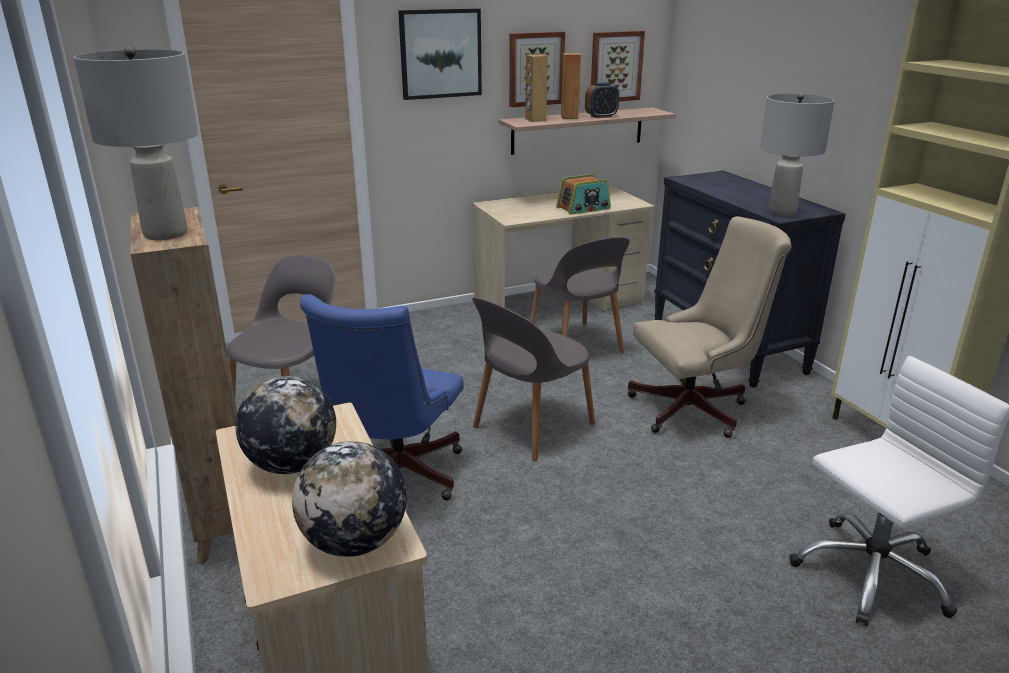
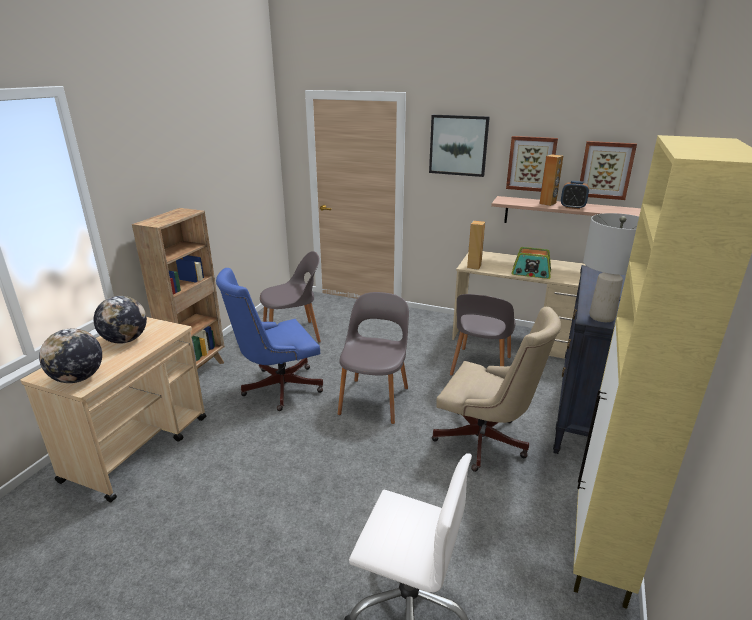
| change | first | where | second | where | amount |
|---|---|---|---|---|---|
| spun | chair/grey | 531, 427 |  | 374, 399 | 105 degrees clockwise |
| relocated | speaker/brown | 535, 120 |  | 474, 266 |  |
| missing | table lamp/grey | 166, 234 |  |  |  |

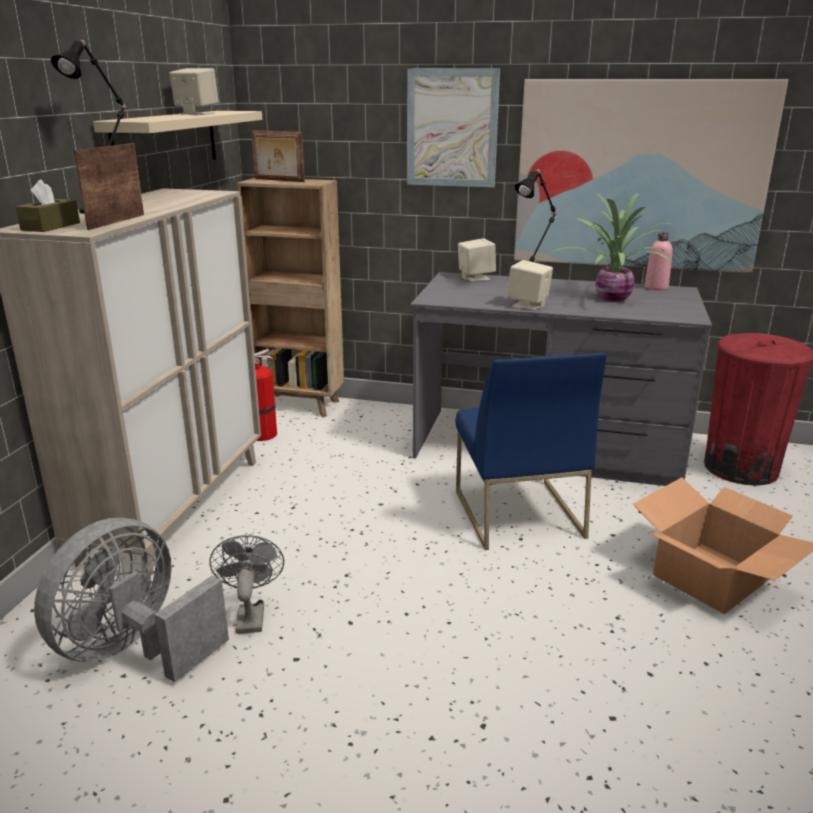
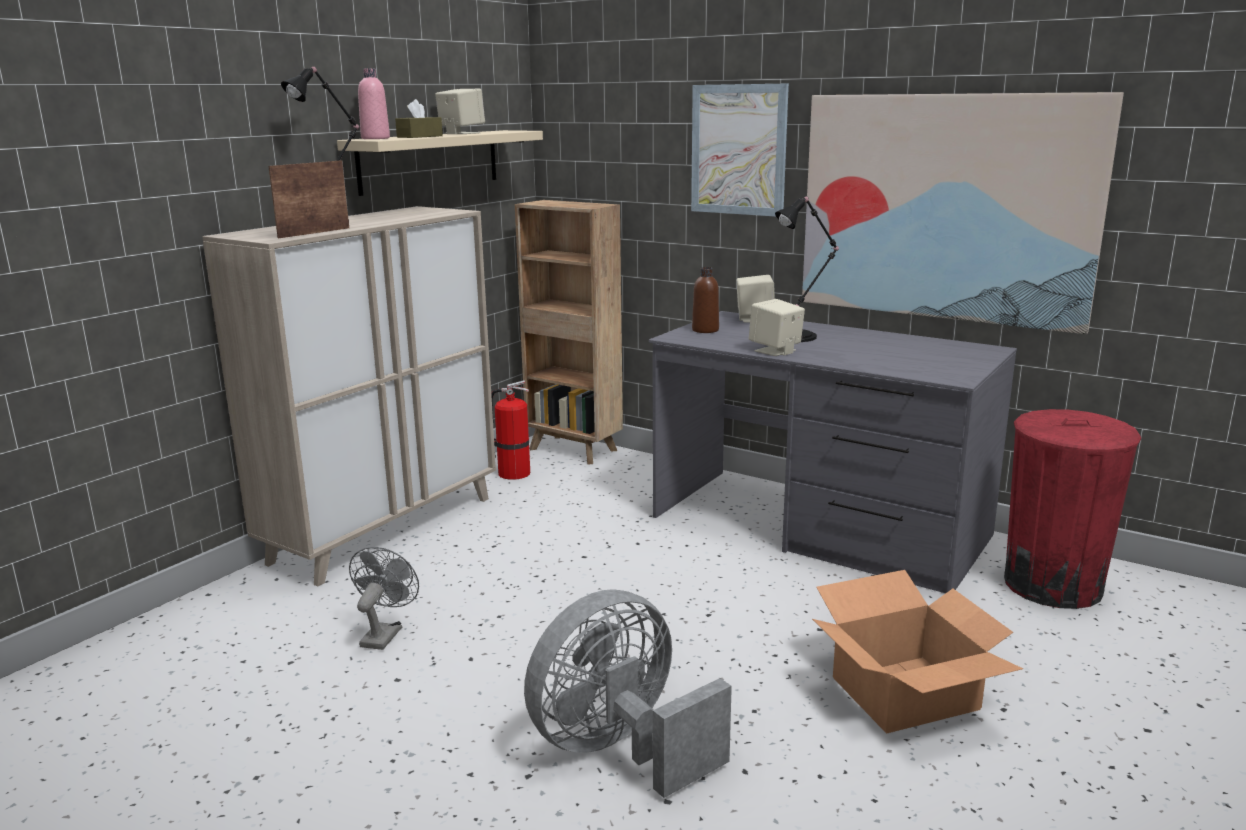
| change | first | where | second | where | amount |
|---|---|---|---|---|---|
| relocated | bottle/pink | 656, 287 |  | 375, 138 |  |
| relocated | tissue box/brown | 51, 226 |  | 420, 136 |  |
| relocated | fan/grey | 135, 649 |  | 620, 750 |  |
| appeared |  |  | bottle/brown | 705, 330 |  |
| missing | picture frame | 279, 180 |  |  |  |
| missing | chair/blue | 516, 513 |  |  |  |
| missing | potted plant | 610, 298 |  |  |  |

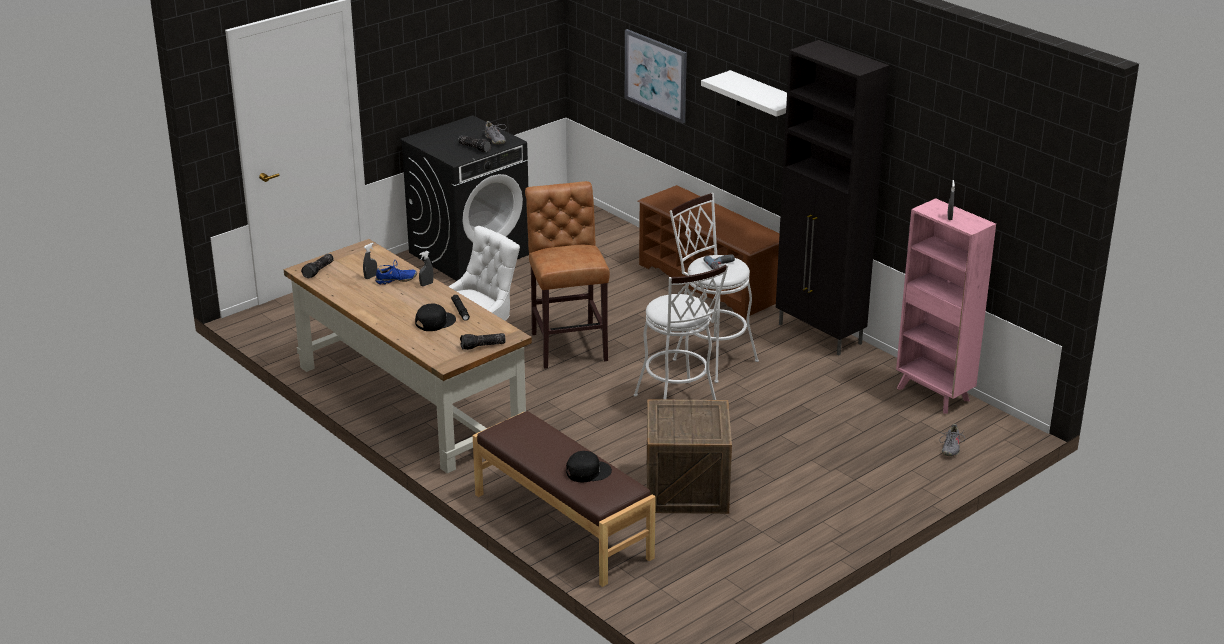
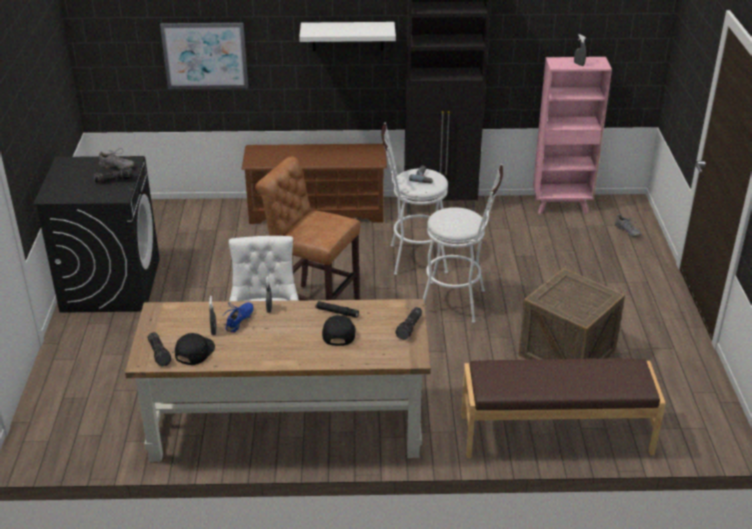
| change | first | where | second | where | amount |
|---|---|---|---|---|---|
| relocated | cap/black | 588, 471 |  | 194, 351 |  |

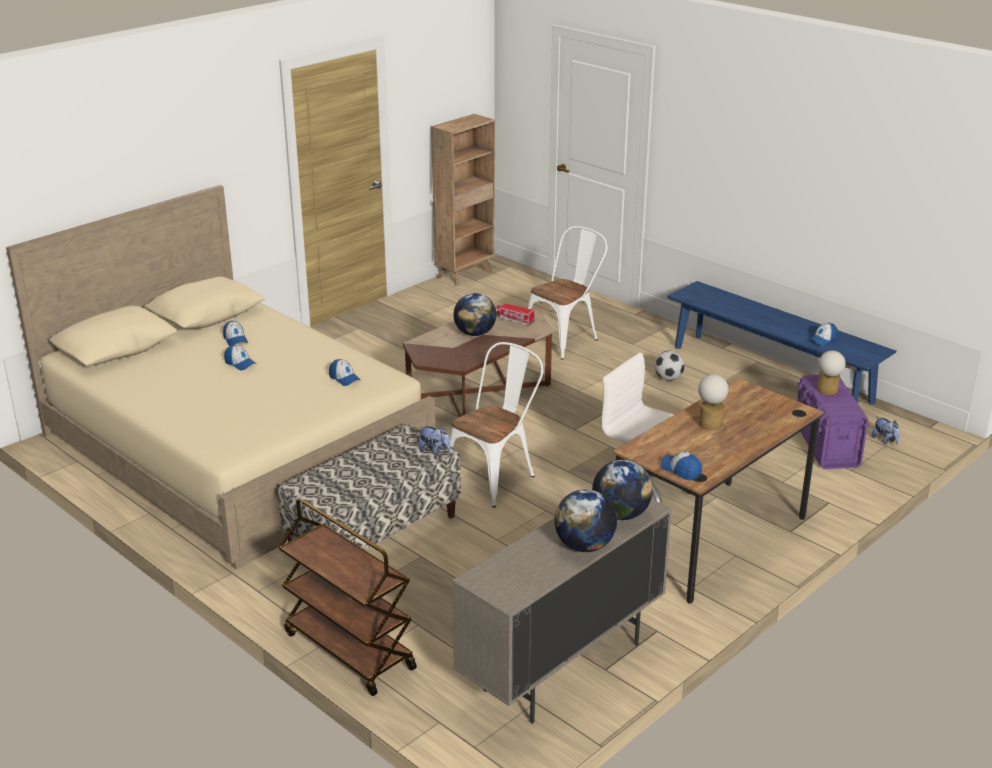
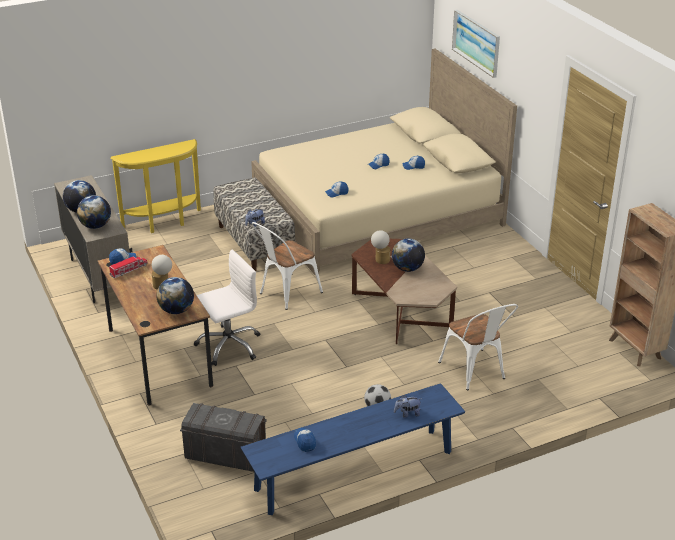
| change | first | where | second | where | amount |
|---|---|---|---|---|---|
| relocated | toy truck | 511, 319 |  | 129, 270 |  |
| exchanged | cart/brown | 348, 650 | console table/yellow | 164, 223 |  |
| appeared |  |  | globe | 176, 310 |  |
| colour | storage box/purple | 826, 445 | storage box/grey | 225, 455 |  |
| spun | chair/white | 495, 477 |  | 286, 294 | 75 degrees clockwise |
| relocated | table lamp | 827, 392 |  | 380, 259 |  |
| relocated | plush toy | 885, 440 |  | 407, 414 |  |
| appeared |  |  | picture | 476, 42 |  |

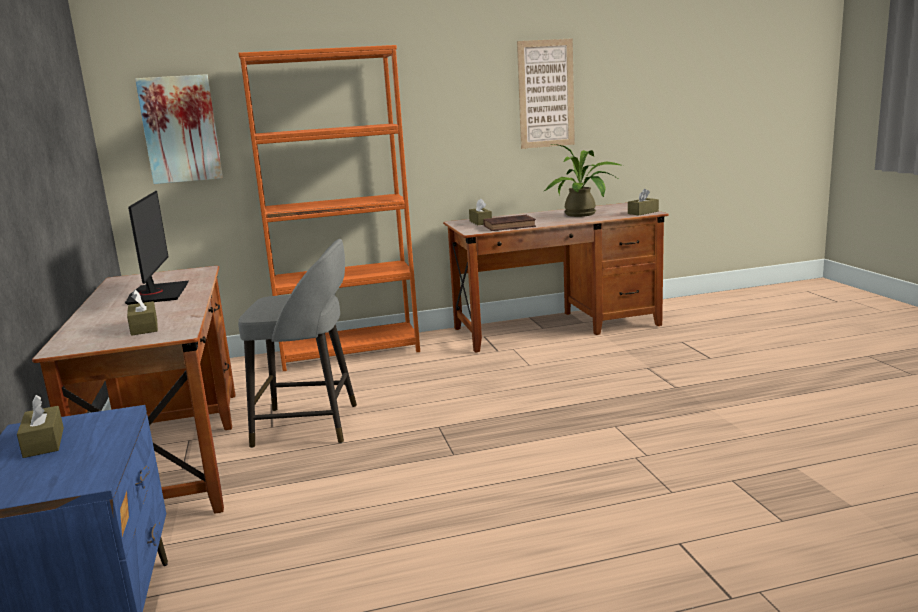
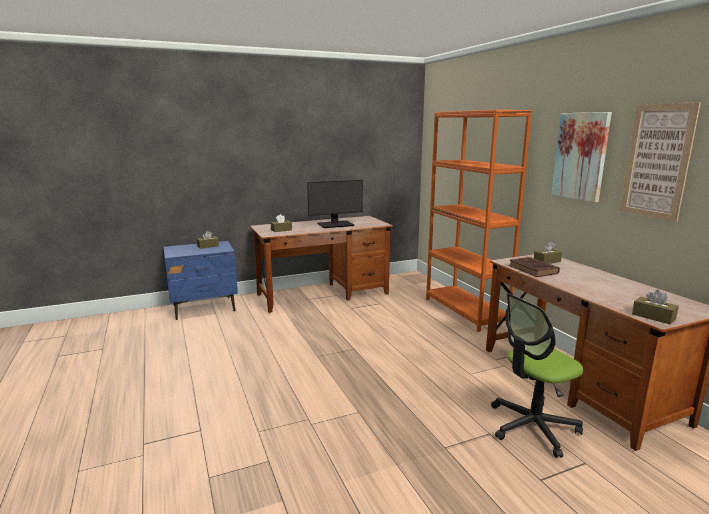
| change | first | where | second | where | amount |
|---|---|---|---|---|---|
| appeared |  |  | office chair | 532, 427 |  |
| relocated | picture | 180, 129 |  | 581, 156 |  |
| missing | stool/grey | 310, 425 |  |  |  |
| missing | potted plant | 584, 214 |  |  |  |

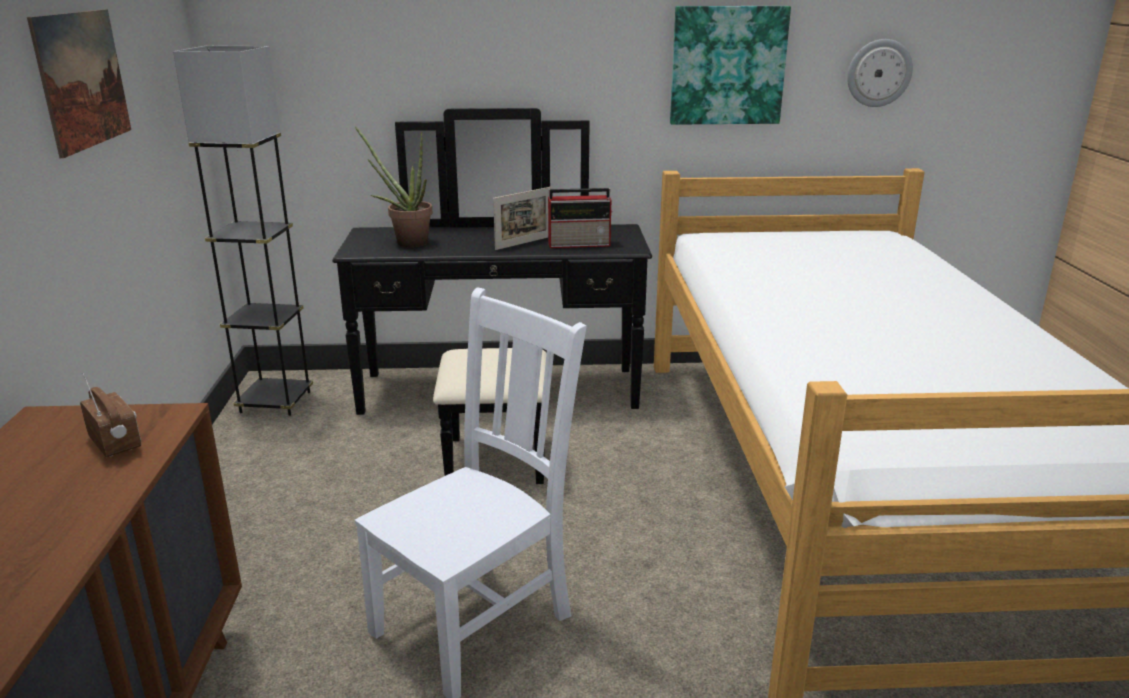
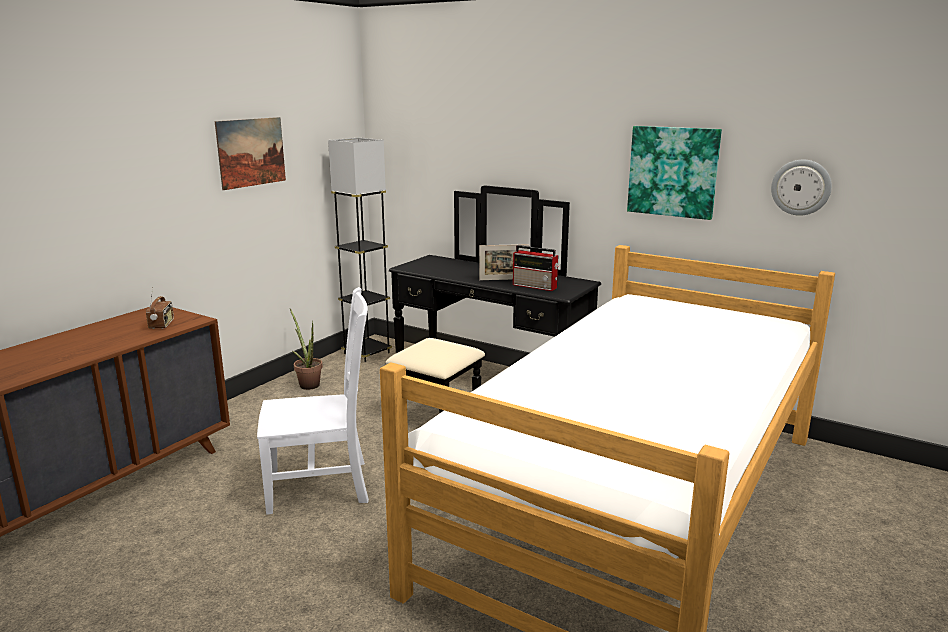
| change | first | where | second | where | amount |
|---|---|---|---|---|---|
| relocated | potted plant | 406, 242 |  | 307, 384 |  |

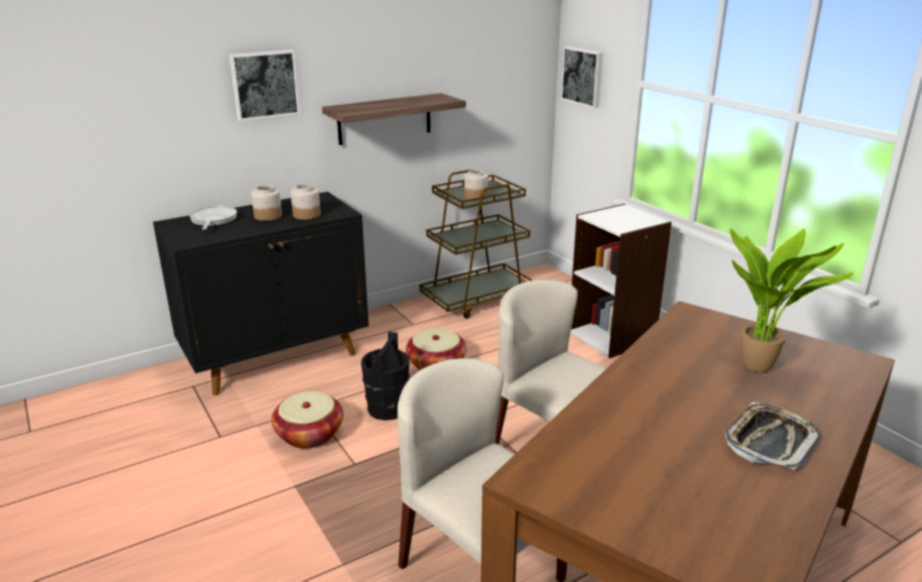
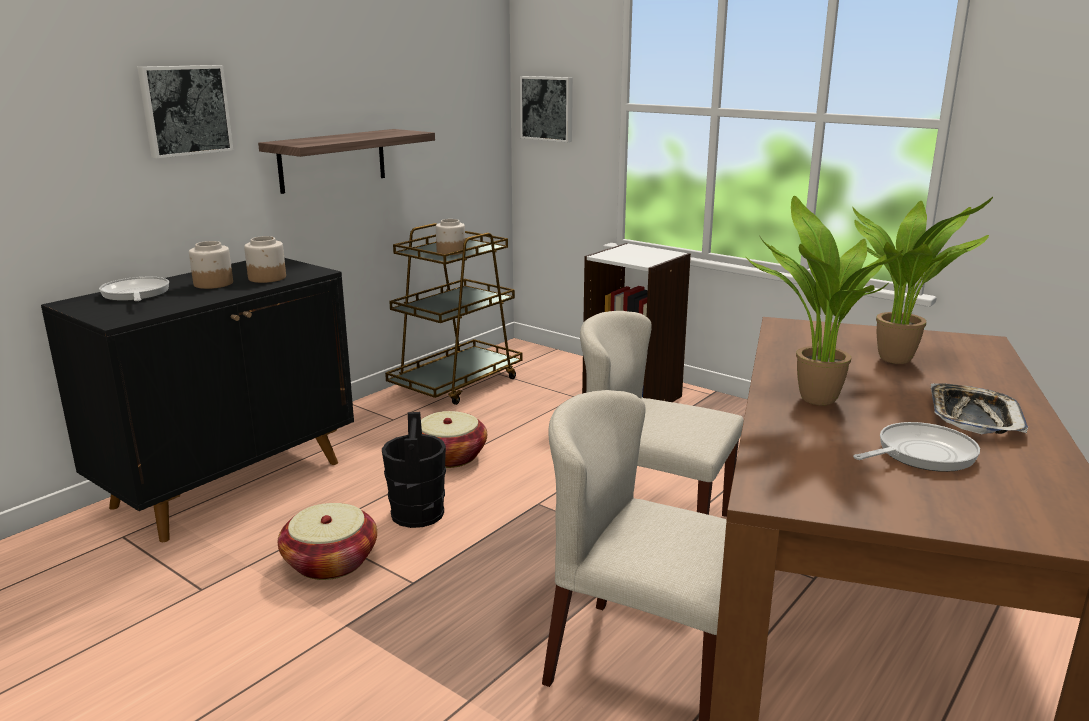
| change | first | where | second | where | amount |
|---|---|---|---|---|---|
| appeared |  |  | potted plant | 811, 400 |  |
| appeared |  |  | frying pan | 921, 454 |  |

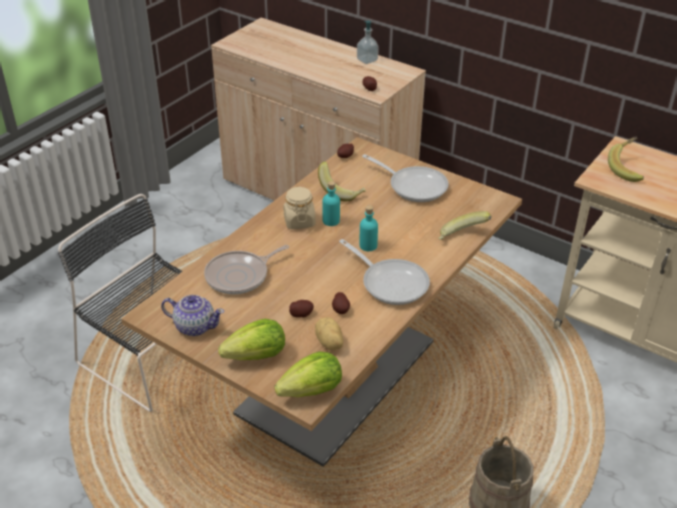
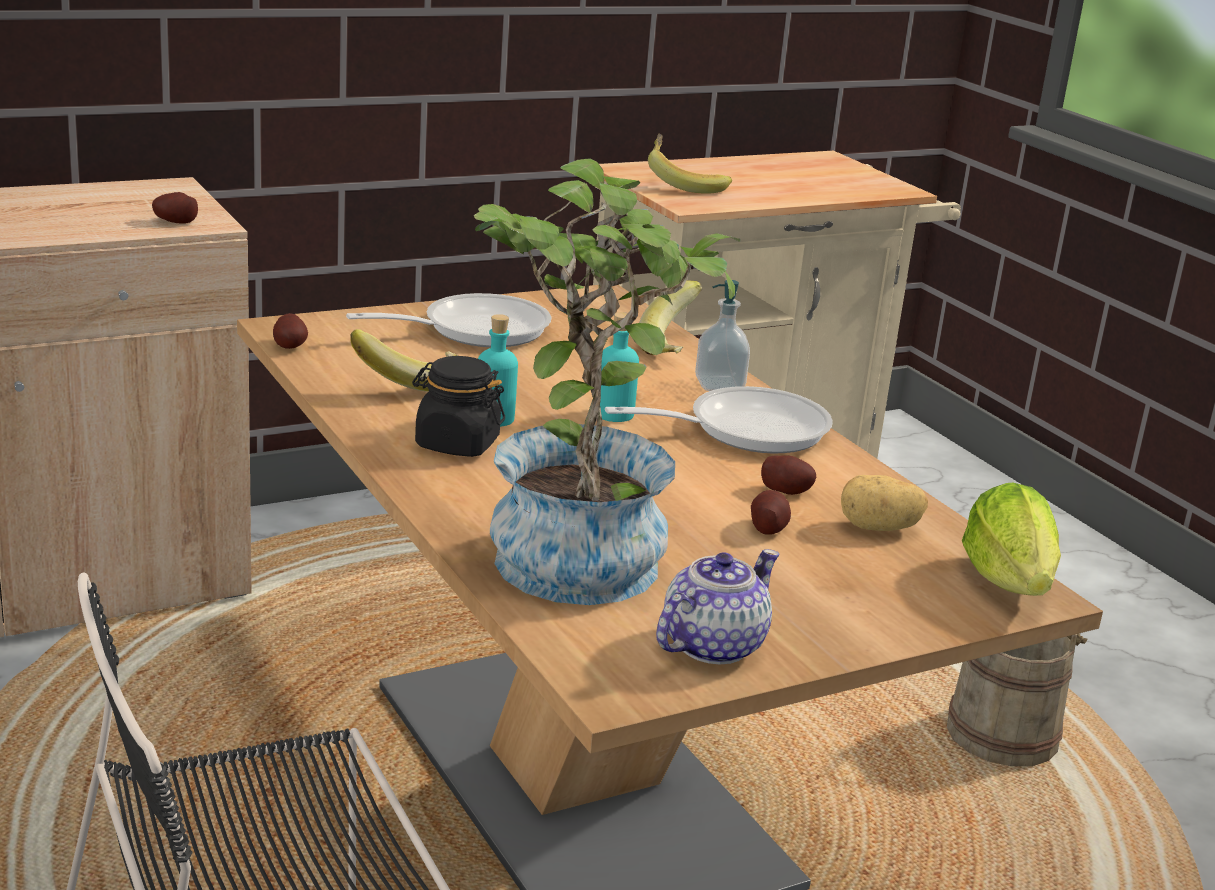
| change | first | where | second | where | amount |
|---|---|---|---|---|---|
| colour | jar/beige | 299, 221 | jar/black | 456, 444 |  |
| exchanged | frying pan | 240, 276 | potted plant | 579, 550 |  |
| relocated | soap dispenser | 367, 60 |  | 719, 385 |  |
| missing | lettuce | 257, 356 |  |  |  |

